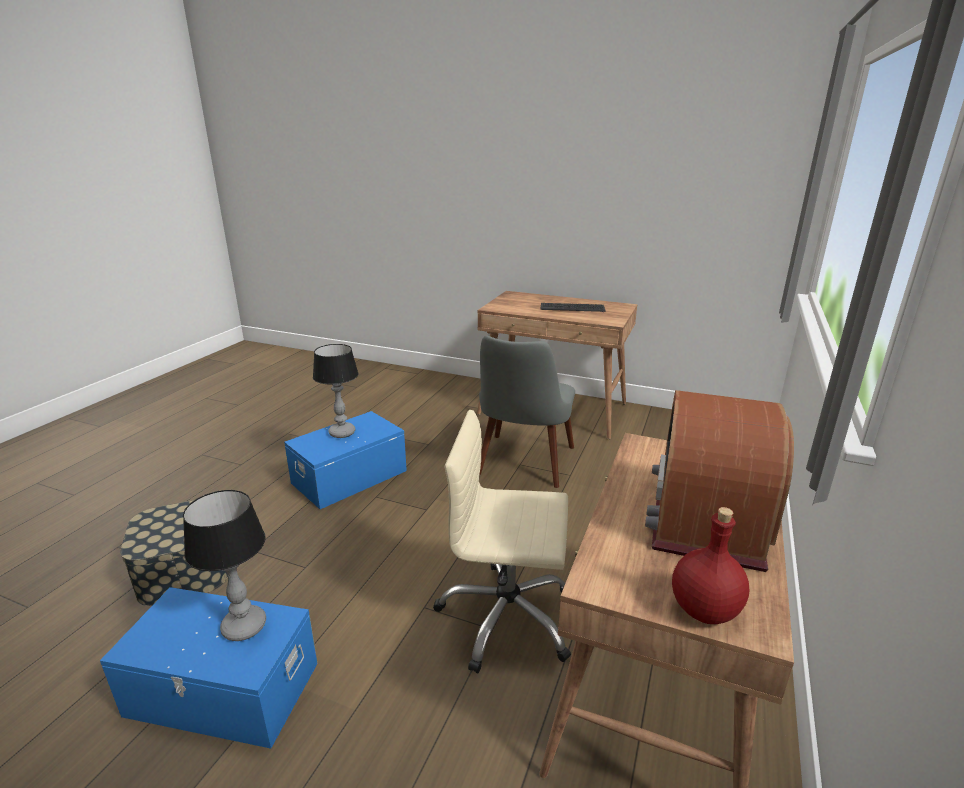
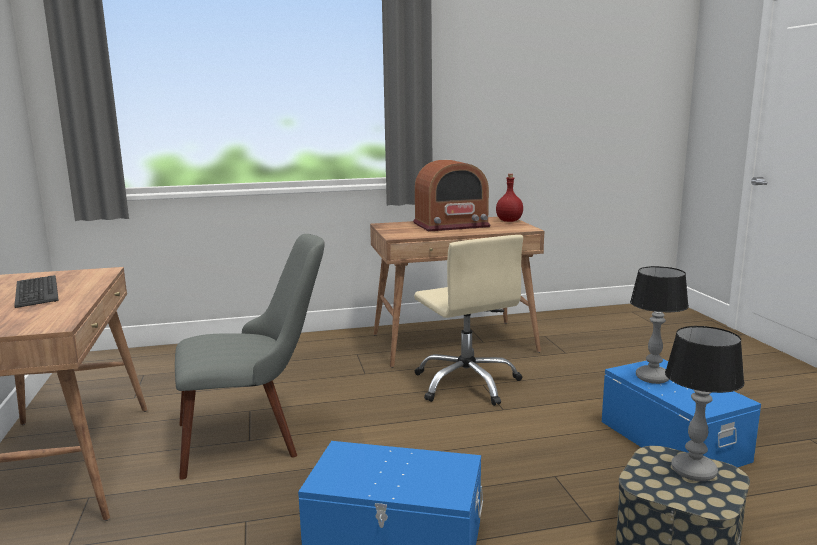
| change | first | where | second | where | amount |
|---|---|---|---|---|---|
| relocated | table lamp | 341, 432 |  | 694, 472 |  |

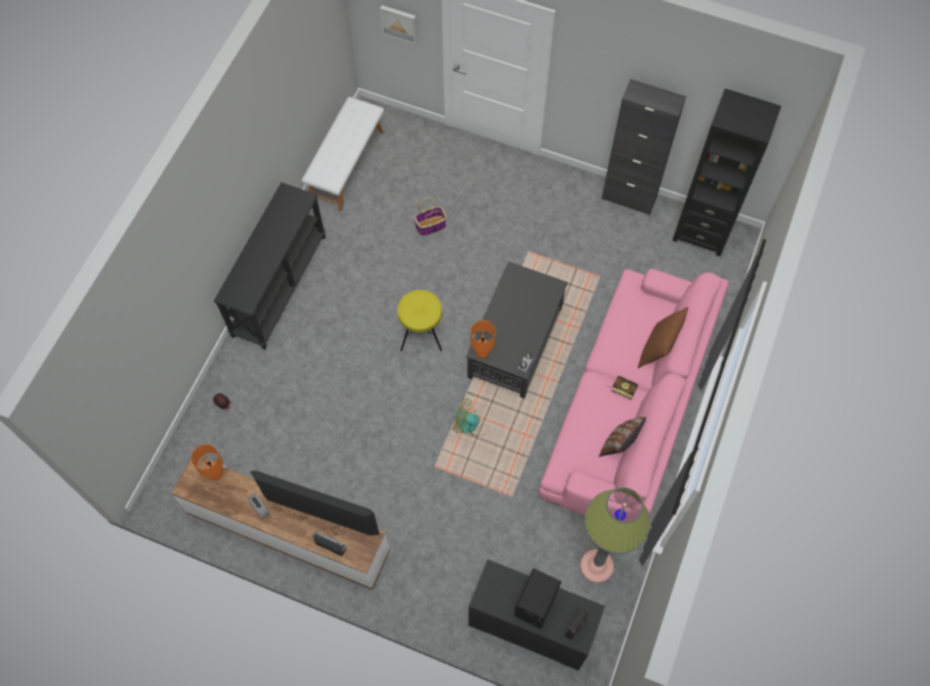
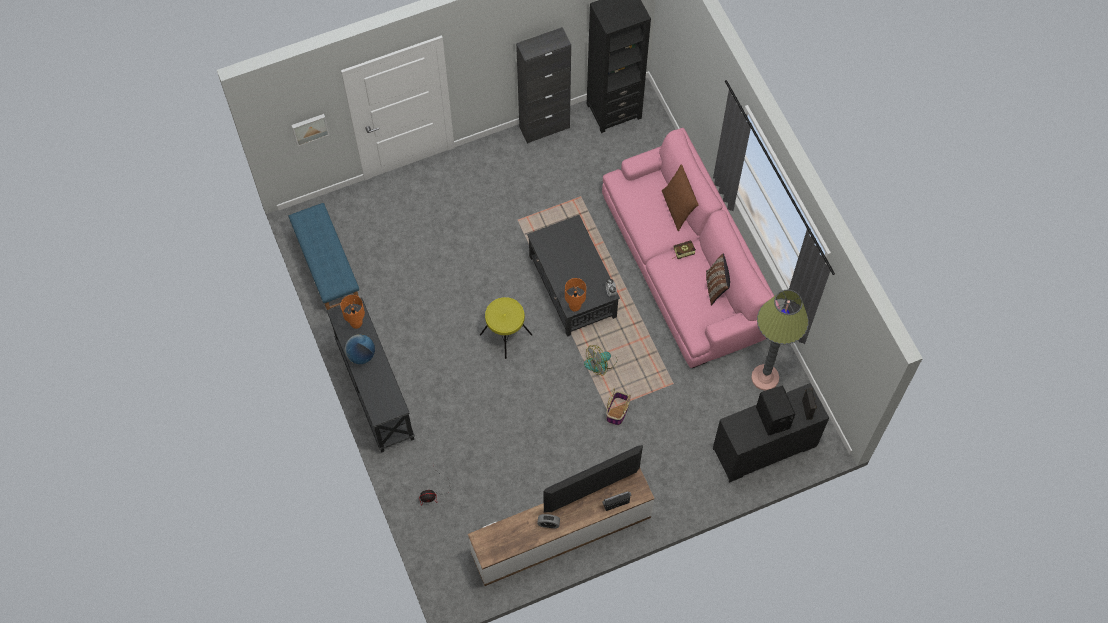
| change | first | where | second | where | amount |
|---|---|---|---|---|---|
| colour | bench/white | 346, 165 | bench/blue | 327, 268 |  |
| relocated | table lamp/orange | 216, 474 |  | 356, 323 |  |
| appeared |  |  | globe | 361, 355 |  |
| relocated | basket | 430, 226 |  | 617, 412 |  |

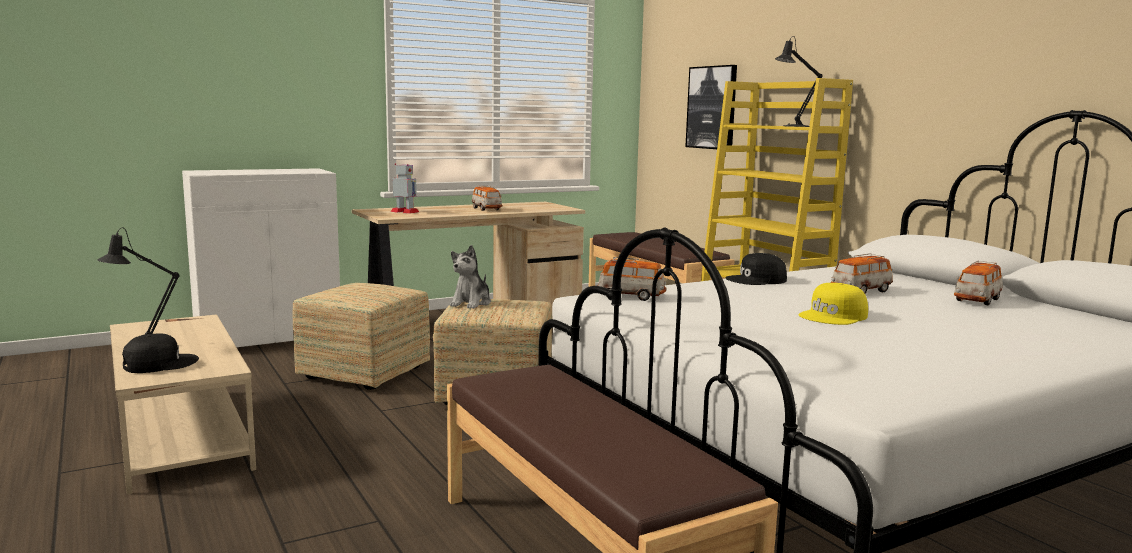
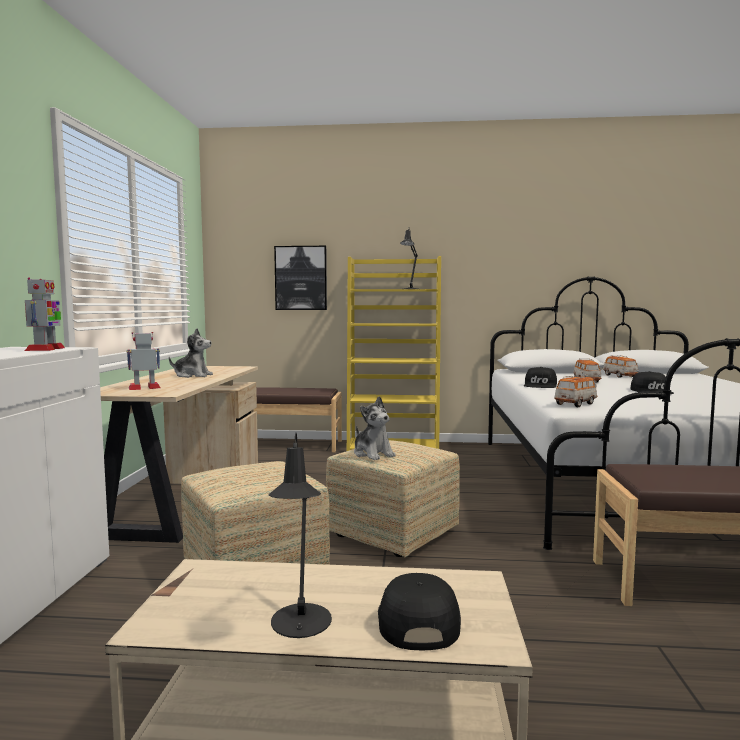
| change | first | where | second | where | amount |
|---|---|---|---|---|---|
| appeared |  |  | toy robot | 45, 349 |  |
| exchanged | toy car | 486, 209 | plush toy | 192, 375 |  |
| colour | cap/yellow | 834, 316 | cap/black | 652, 391 |  |

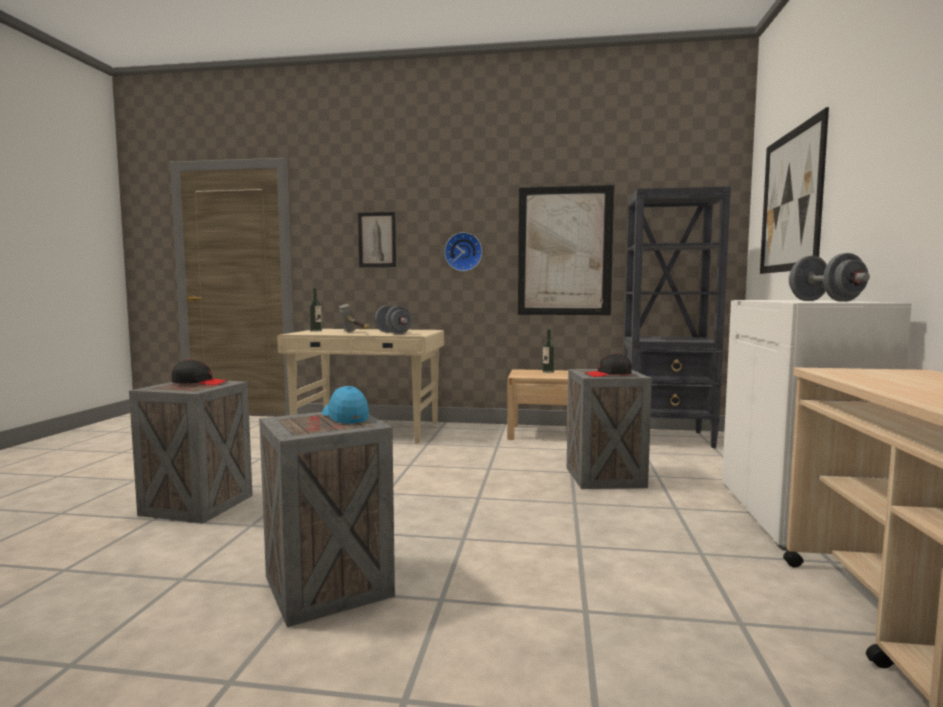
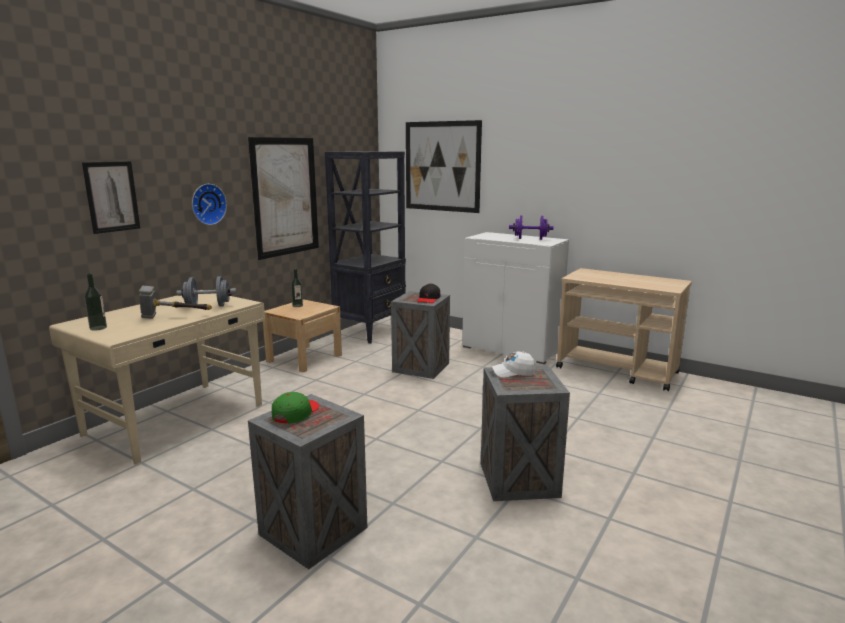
| change | first | where | second | where | amount |
|---|---|---|---|---|---|
| colour | cap/black | 199, 383 | cap/green | 295, 413 |  |
| colour | cap/blue | 345, 417 | cap/white | 513, 372 |  |
| colour | dumbbell/grey | 825, 301 | dumbbell/purple | 530, 239 |  |

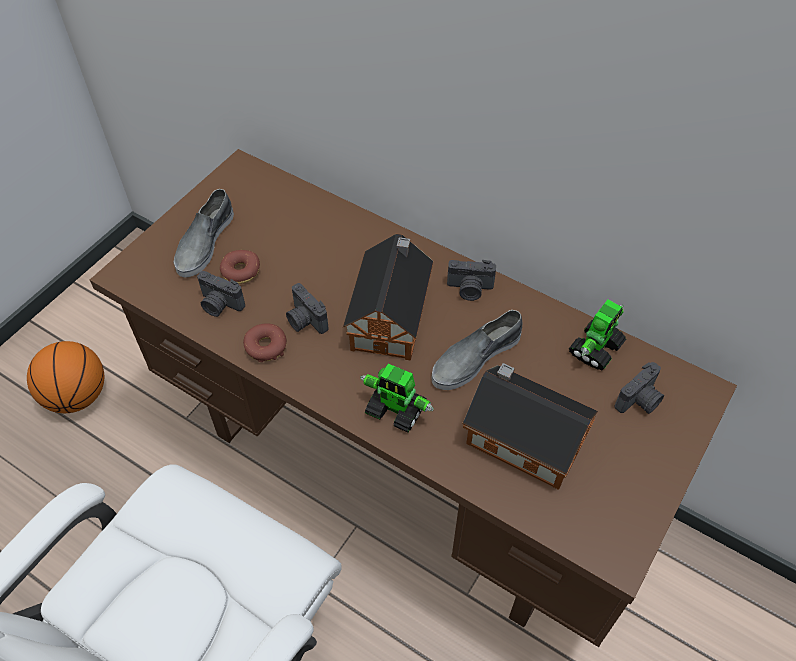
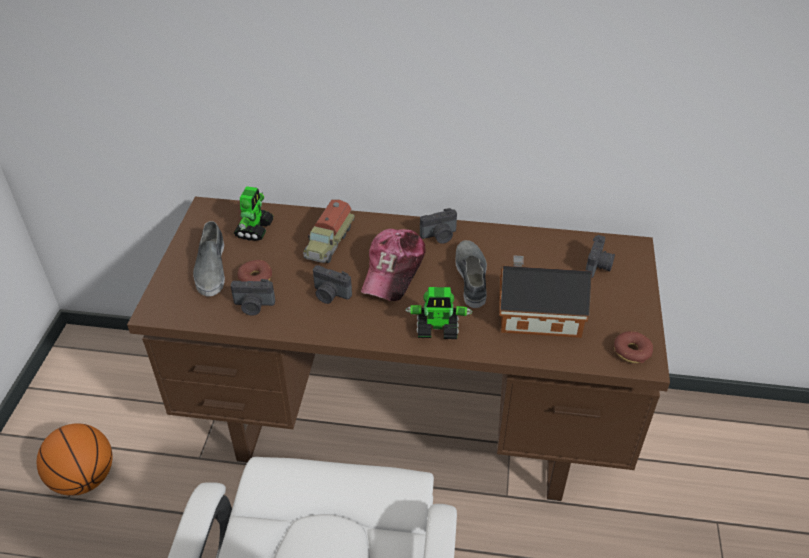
| change | first | where | second | where | amount |
|---|---|---|---|---|---|
| relocated | toy robot | 596, 348 |  | 255, 229 |  |
| appeared |  |  | toy truck | 328, 242 |  |
| exchanged | toy house | 391, 315 | cap | 393, 270 |  |
| spun | shoe/grey | 475, 357 |  | 472, 277 | 150 degrees clockwise |
| relocated | donut | 266, 347 |  | 631, 351 |  |

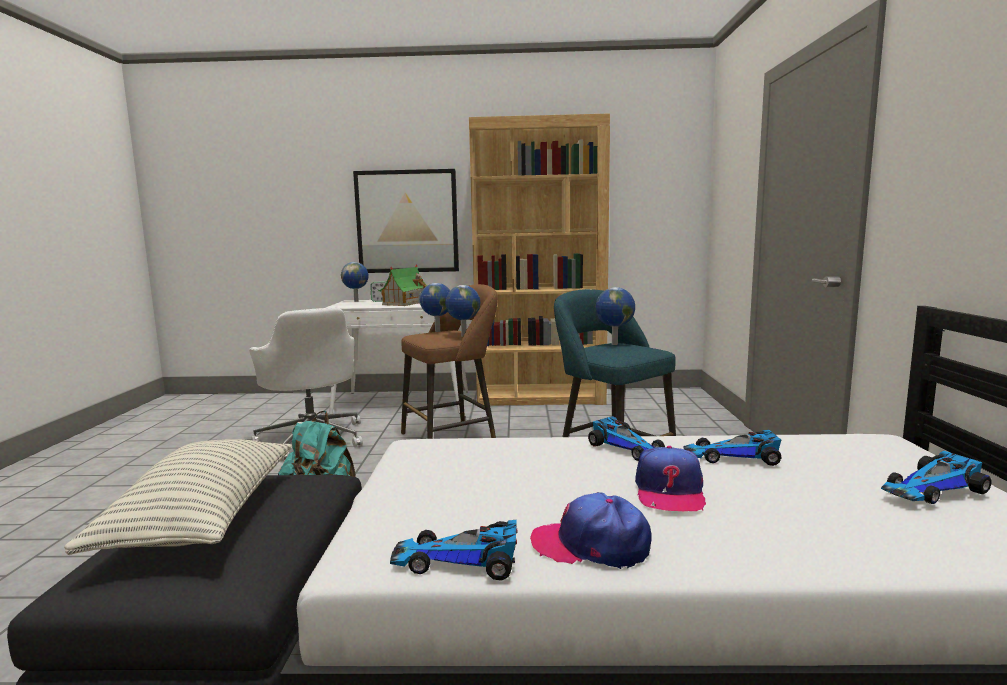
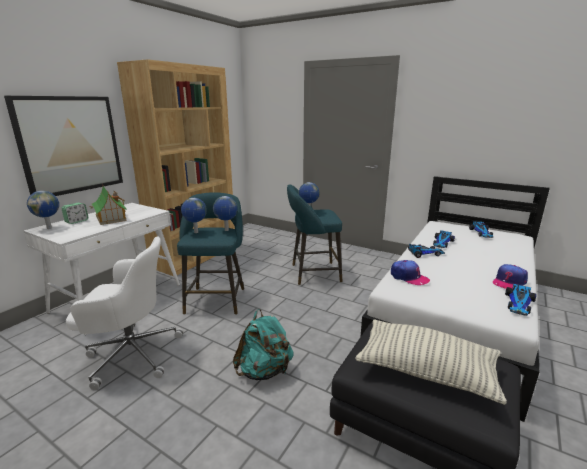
| change | first | where | second | where | amount |
|---|---|---|---|---|---|
| colour | stool/brown | 453, 437 | stool/turquoise | 216, 299 |  |
| relocated | cap | 669, 491 |  | 408, 277 |  |

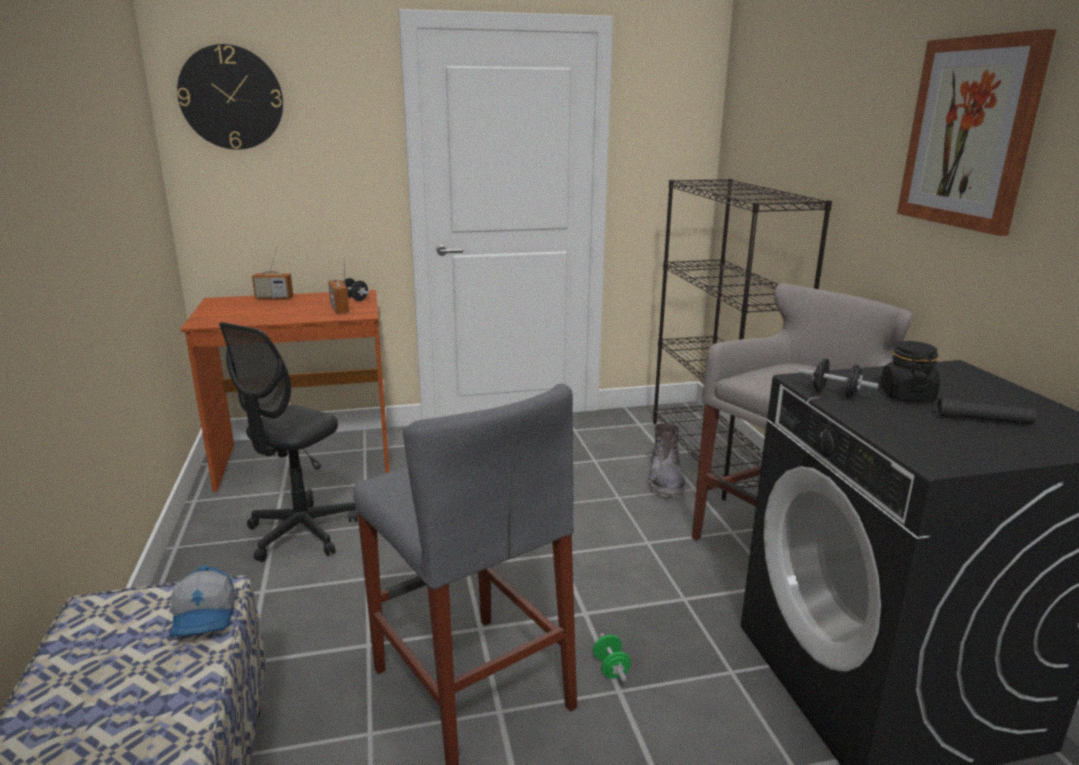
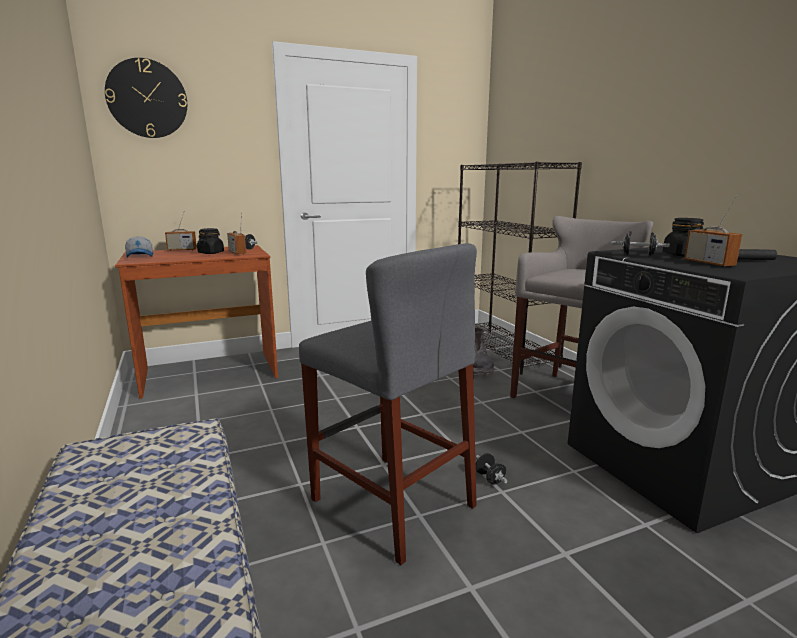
| change | first | where | second | where | amount |
|---|---|---|---|---|---|
| relocated | cap | 205, 617 |  | 140, 256 |  |
| appeared |  |  | jar/black | 211, 253 |  |
| colour | dumbbell/green | 611, 668 | dumbbell/black | 490, 478 |  |
| appeared |  |  | radio | 708, 263 |  |
| missing | office chair/black | 301, 533 |  |  |  |
| missing | picture | 970, 133 |  |  |  |

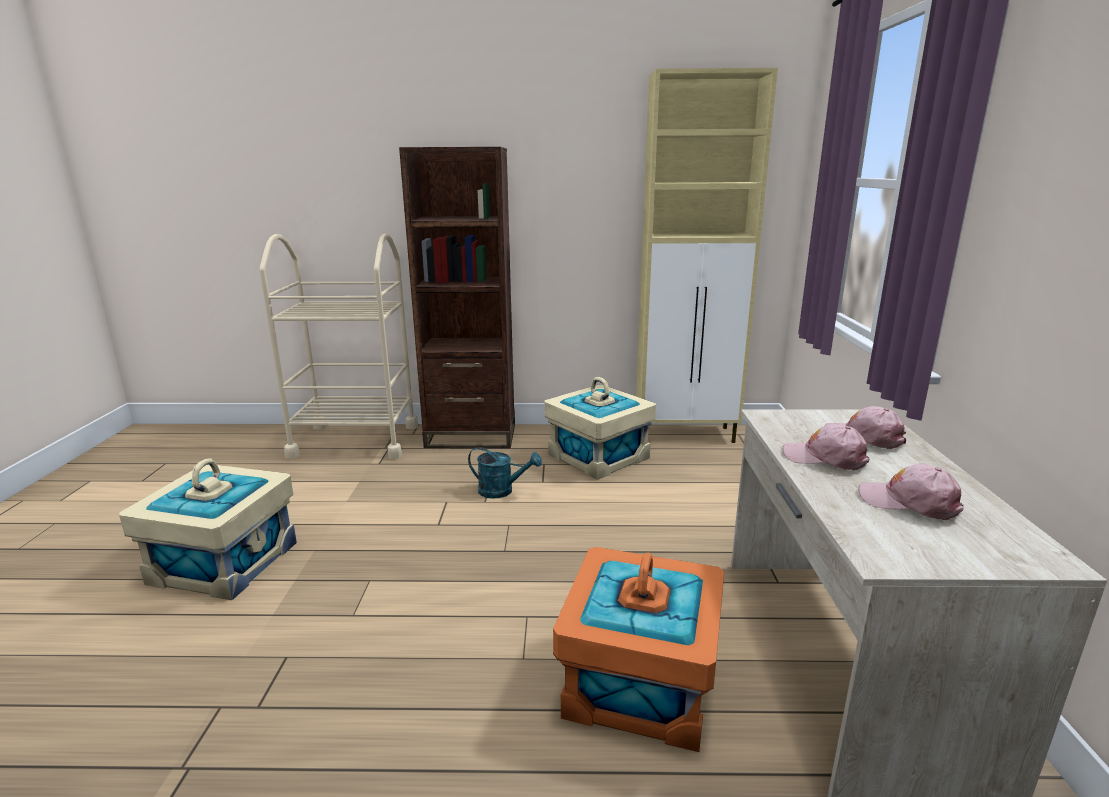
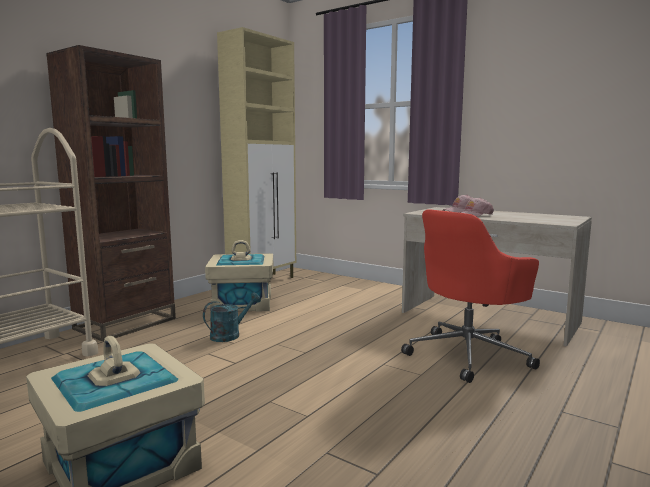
| change | first | where | second | where | amount |
|---|---|---|---|---|---|
| exchanged | storage box/orange | 638, 683 | office chair/red | 468, 355 |  |
| missing | cap/pink | 909, 502 |  |  |  |

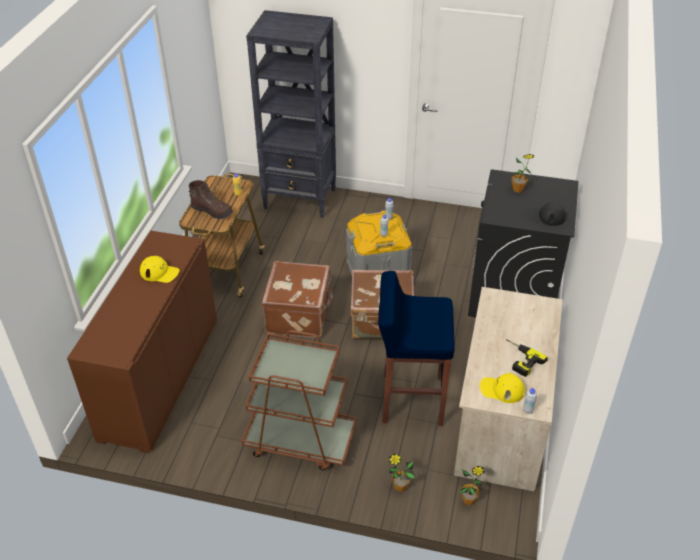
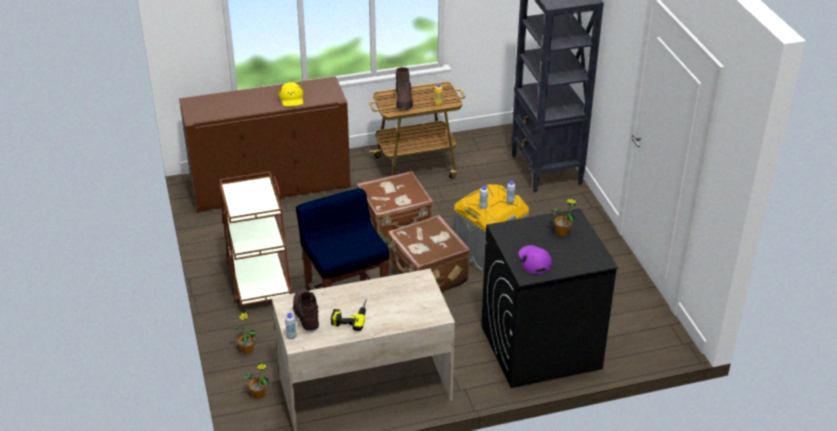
| change | first | where | second | where | amount |
|---|---|---|---|---|---|
| exchanged | cap/yellow | 501, 389 | boot/brown | 306, 315 |  |
| colour | cap/black | 546, 216 | cap/purple | 534, 260 |  |

